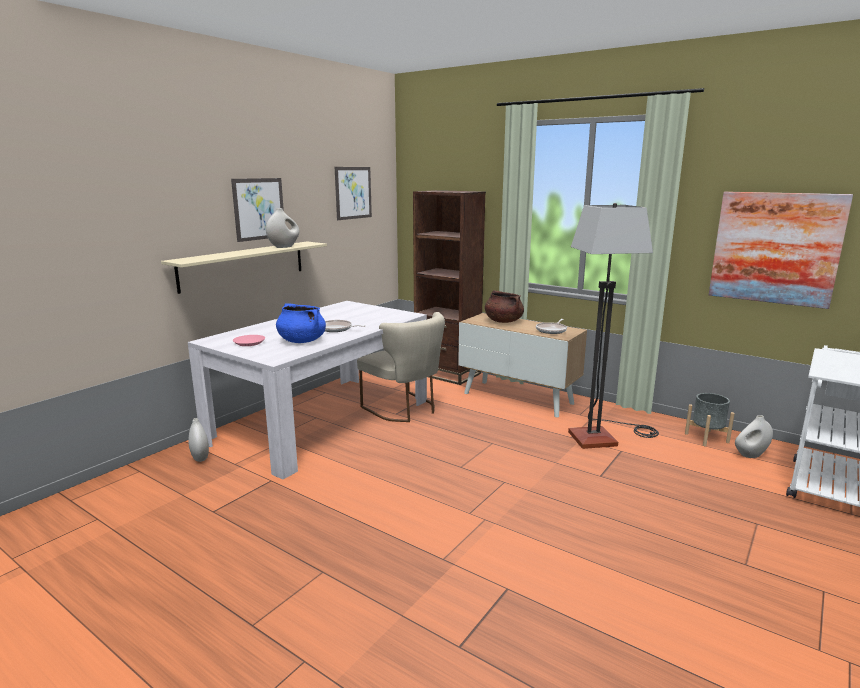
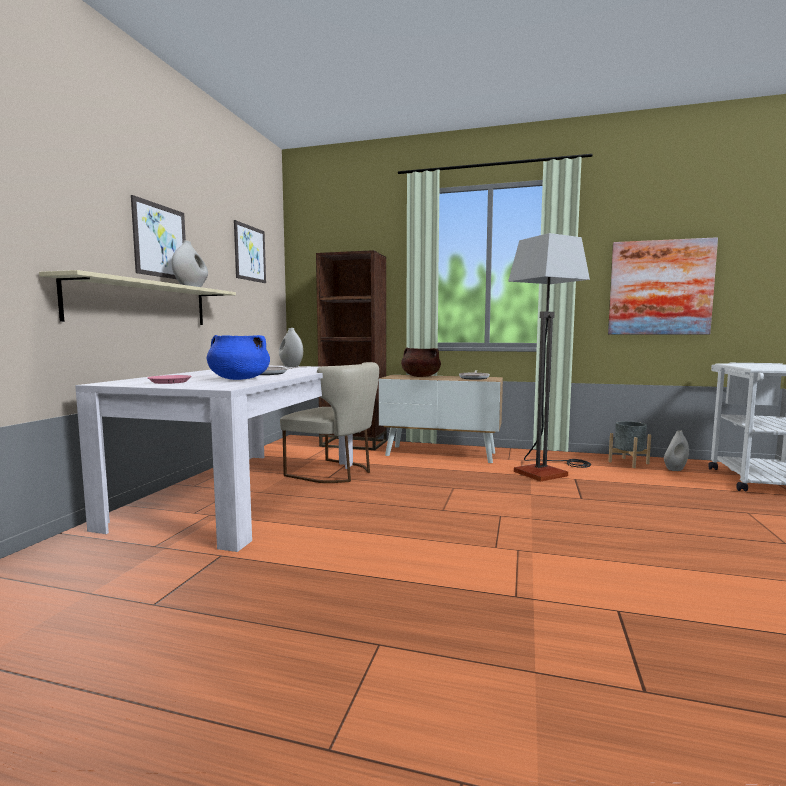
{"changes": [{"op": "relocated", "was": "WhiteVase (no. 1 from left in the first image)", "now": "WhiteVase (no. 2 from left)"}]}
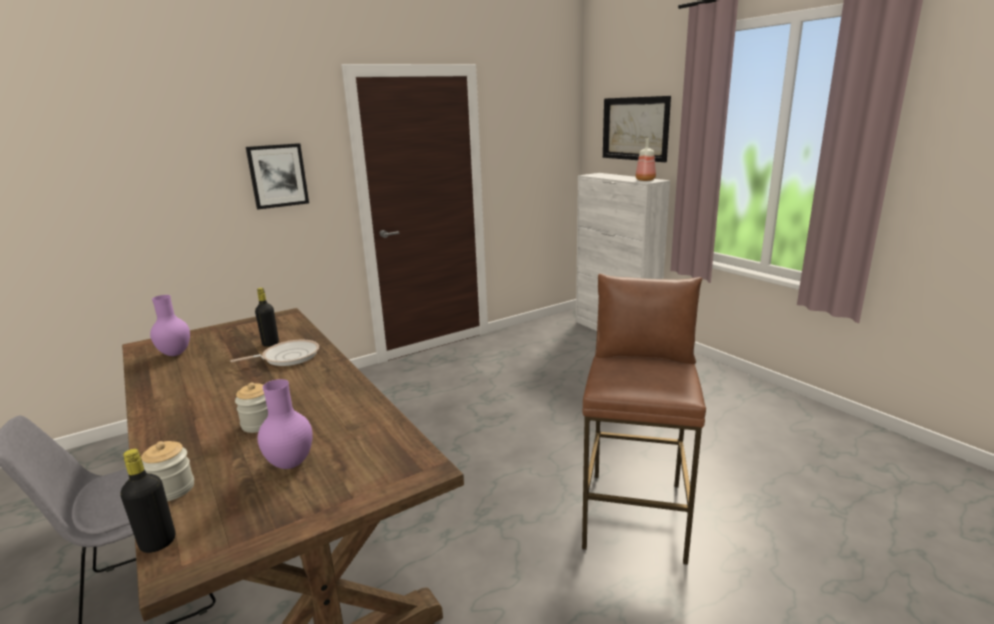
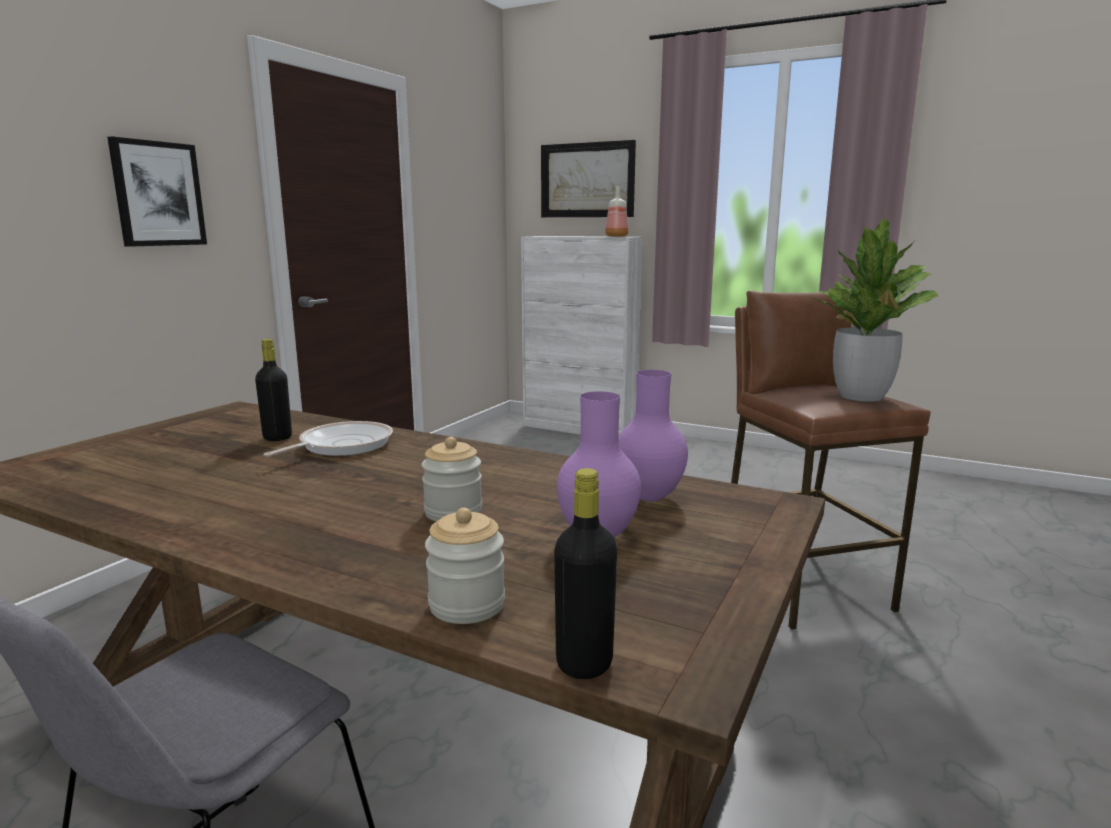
{"changes": [{"op": "relocated", "was": "PurpleVase (no. 1 from left in the first image)", "now": "PurpleVase (no. 2 from left)"}, {"op": "appeared", "now": "PottedPlant"}]}
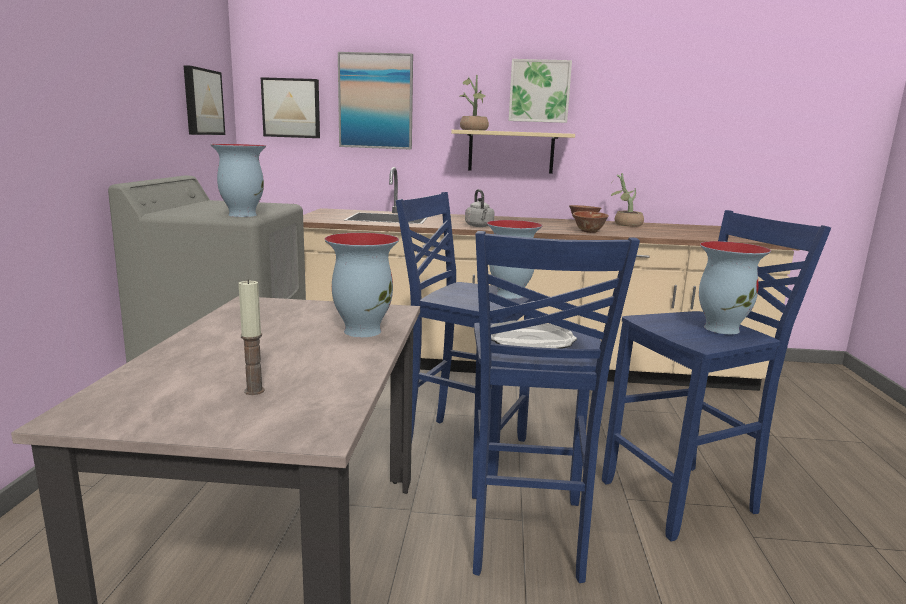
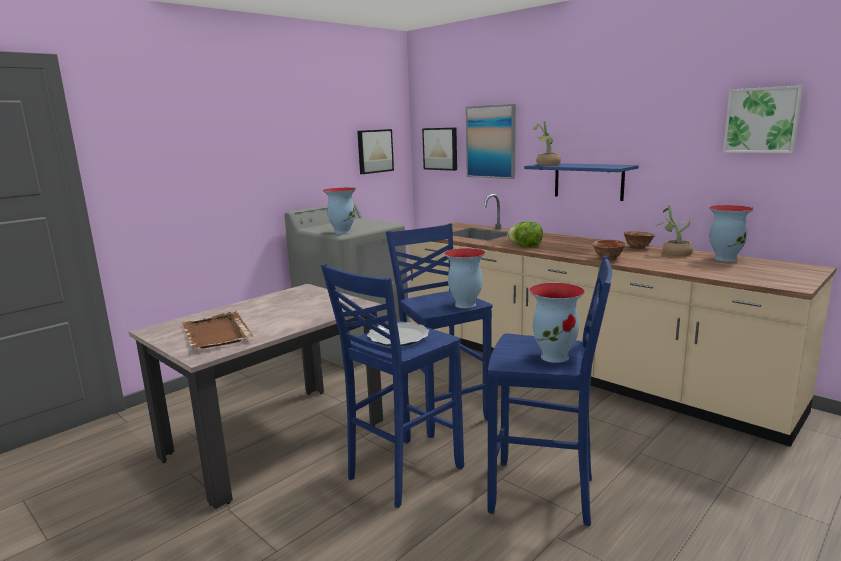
{"changes": [{"op": "exchanged", "was": "Candle", "now": "BrownTray"}, {"op": "relocated", "was": "Vase (no. 2 from left in the first image)", "now": "Vase (no. 4 from left)"}, {"op": "colour", "was": "BeigeShelf", "now": "BlueShelf"}, {"op": "exchanged", "was": "GreyKettle", "now": "Lettuce"}, {"op": "relocated", "was": "Picture (no. 4 from left)"}]}
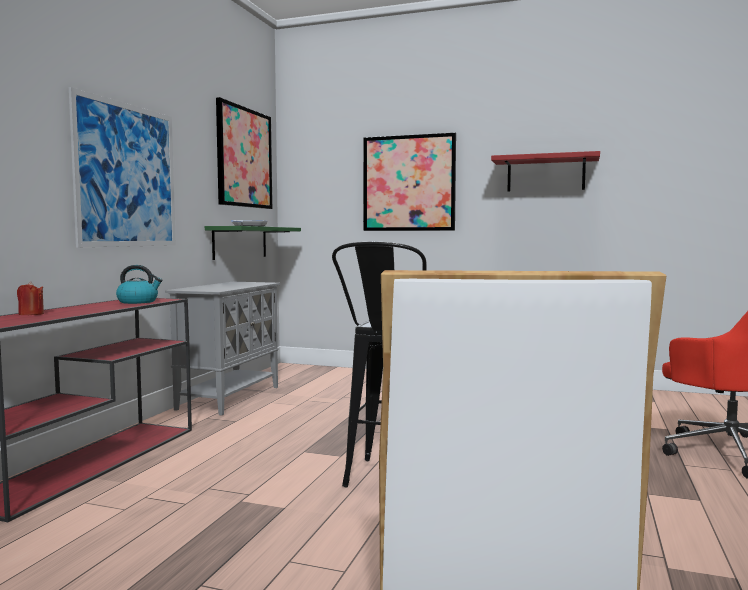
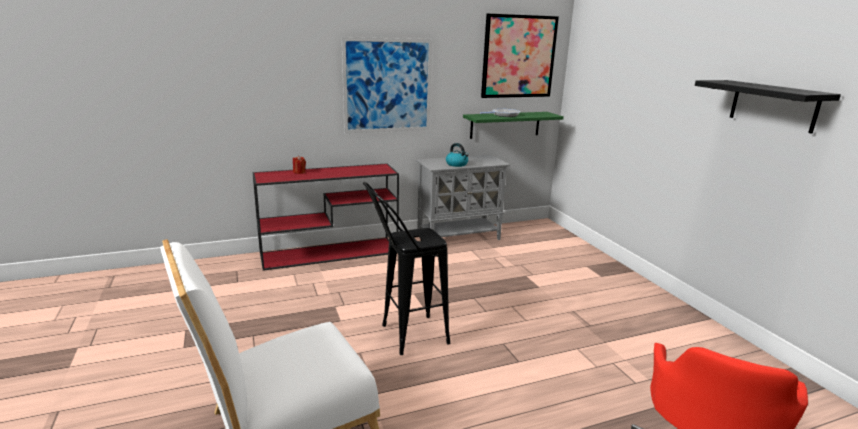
{"changes": [{"op": "relocated", "was": "Kettle"}, {"op": "missing", "was": "Picture (no. 3 from left)"}, {"op": "colour", "was": "RedShelf", "now": "BlackShelf"}]}
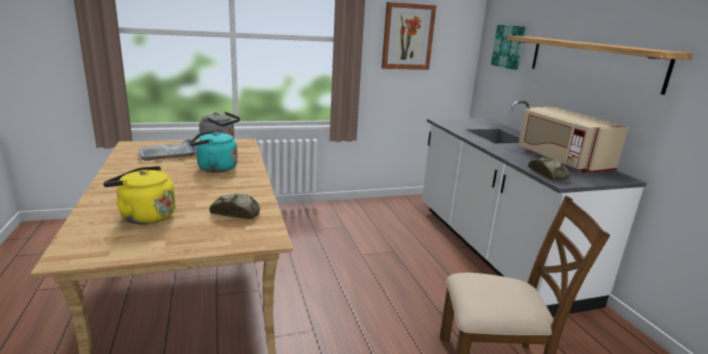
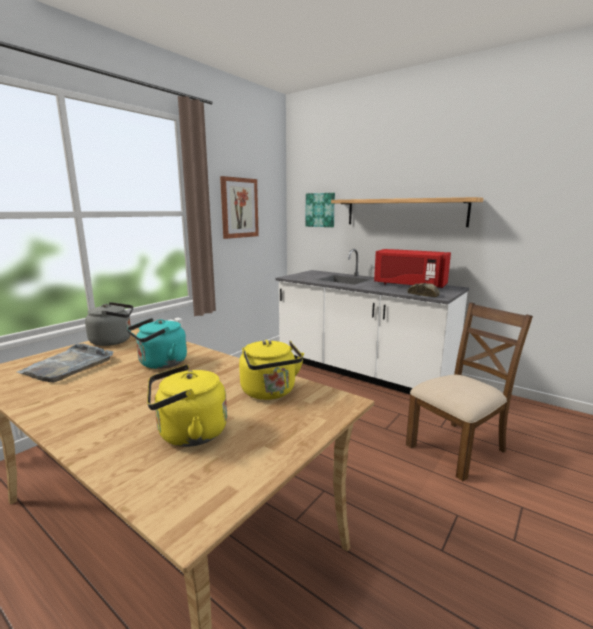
{"changes": [{"op": "exchanged", "was": "Bread (no. 1 from left)", "now": "YellowKettle (no. 2 from left)"}, {"op": "colour", "was": "BeigeMicrowave", "now": "RedMicrowave"}]}
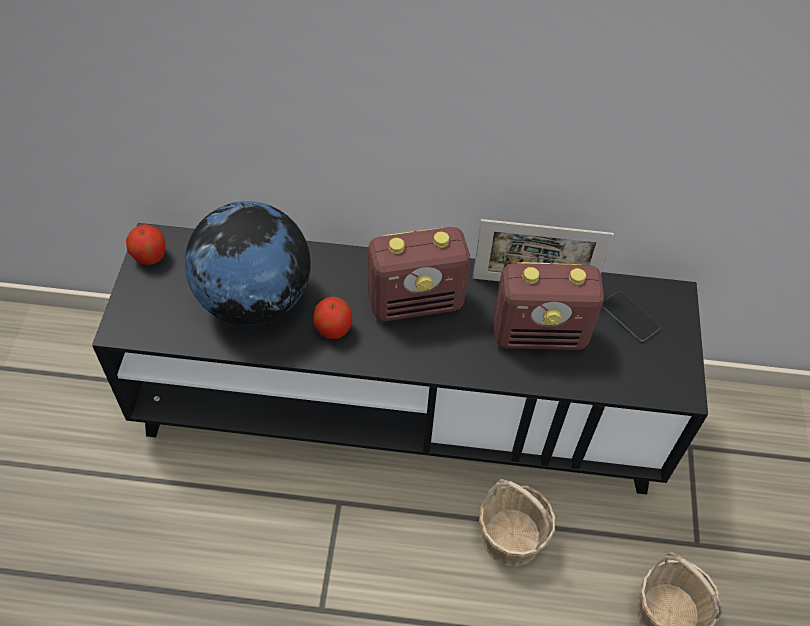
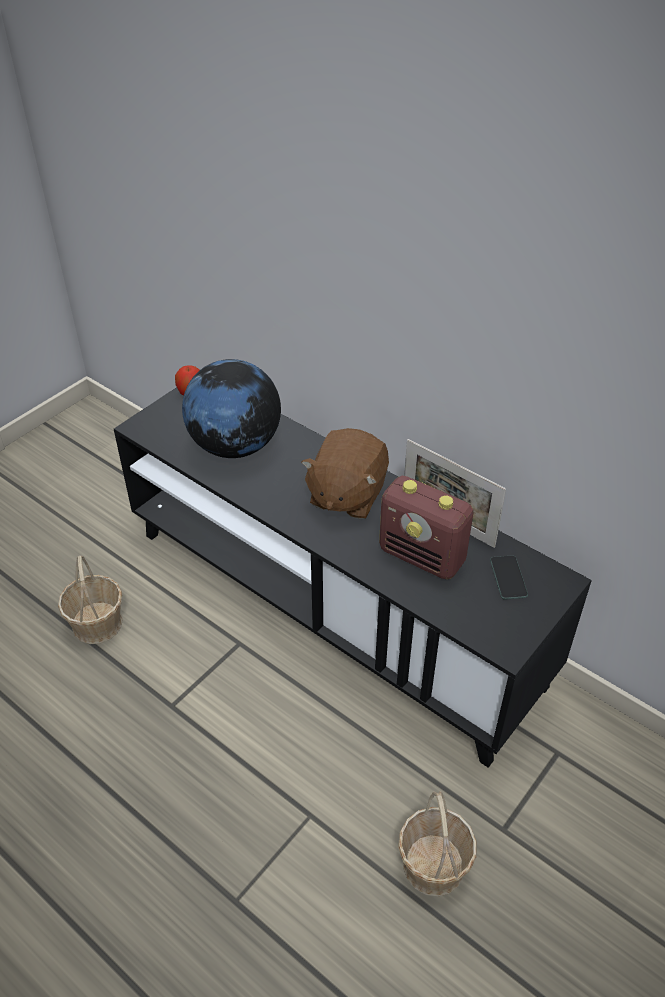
{"changes": [{"op": "missing", "was": "Apple (no. 2 from left)"}, {"op": "exchanged", "was": "Radio (no. 1 from left)", "now": "BrownPlushToy"}, {"op": "relocated", "was": "Basket (no. 1 from left)"}]}
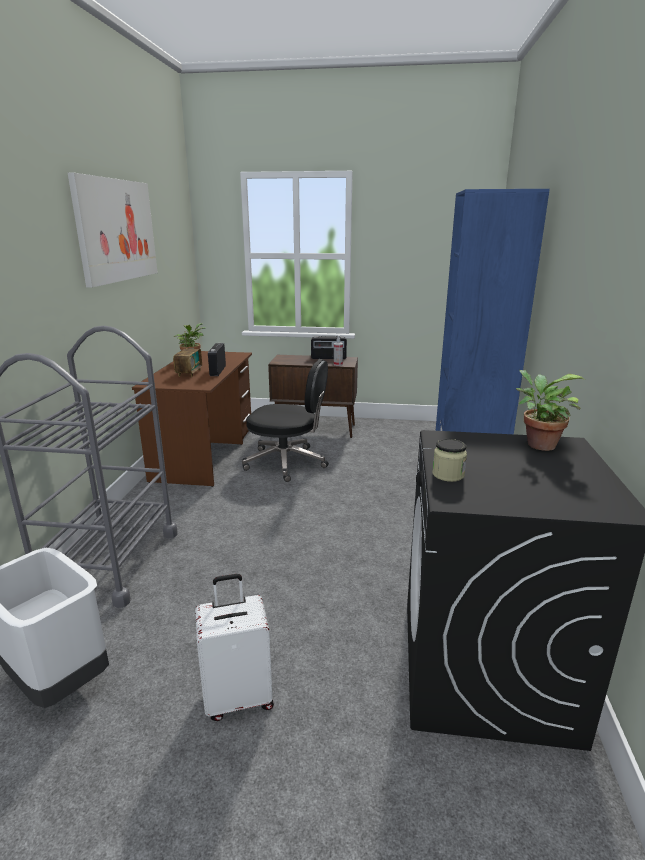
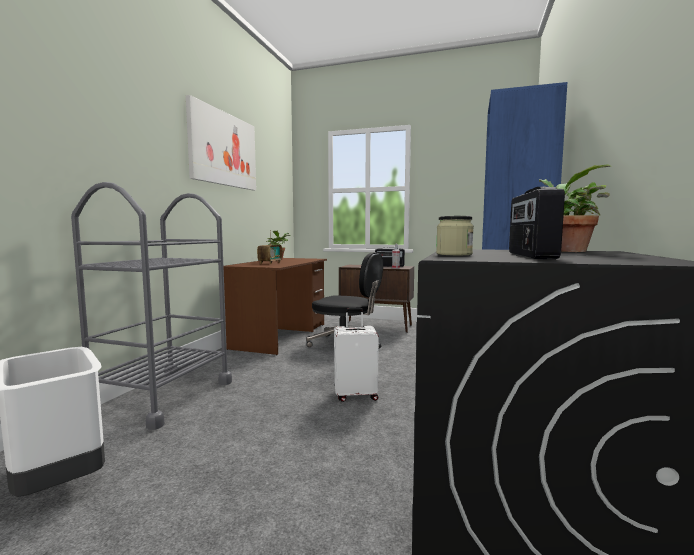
{"changes": [{"op": "relocated", "was": "WhiteSuitcase"}, {"op": "relocated", "was": "Radio (no. 2 from left in the first image)", "now": "Radio (no. 3 from left)"}]}
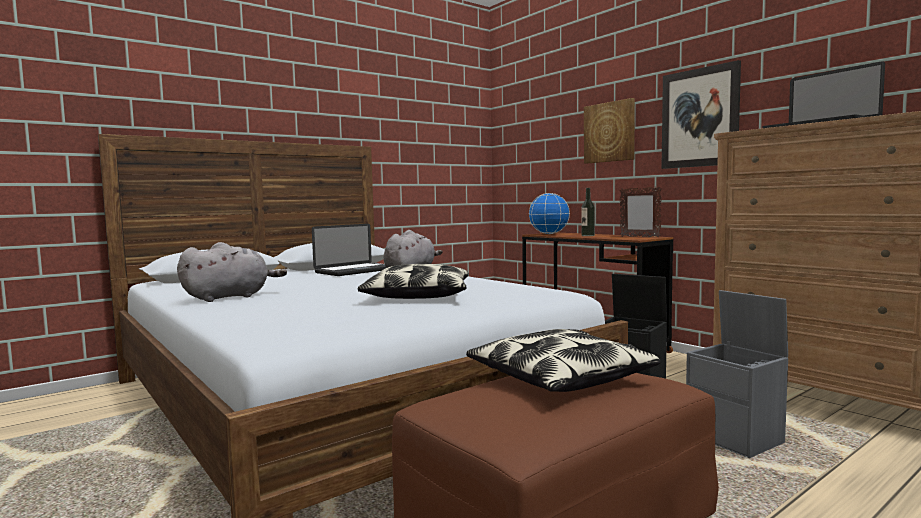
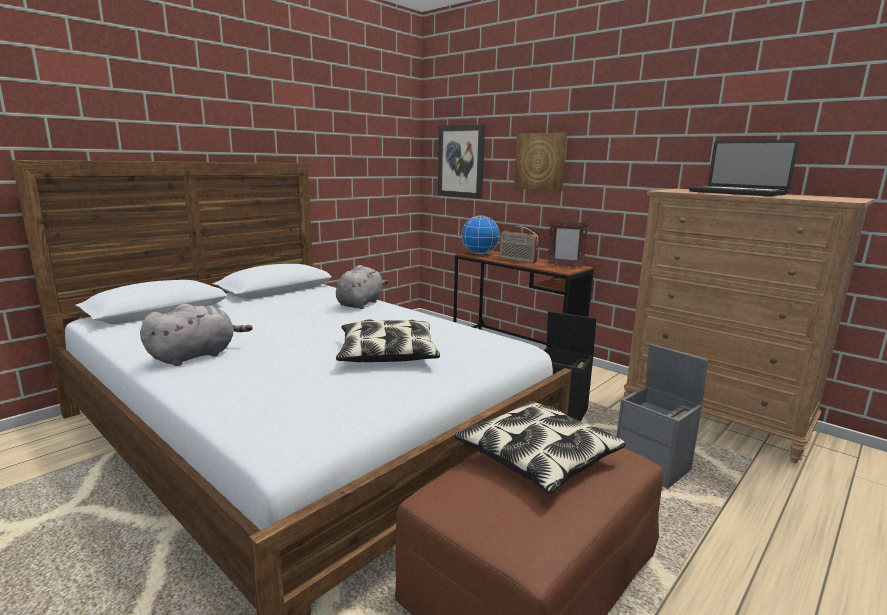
{"changes": [{"op": "missing", "was": "Laptop (no. 1 from left)"}, {"op": "exchanged", "was": "Bottle", "now": "Radio"}, {"op": "relocated", "was": "Picture (no. 2 from left in the first image)", "now": "Picture (no. 1 from left)"}]}
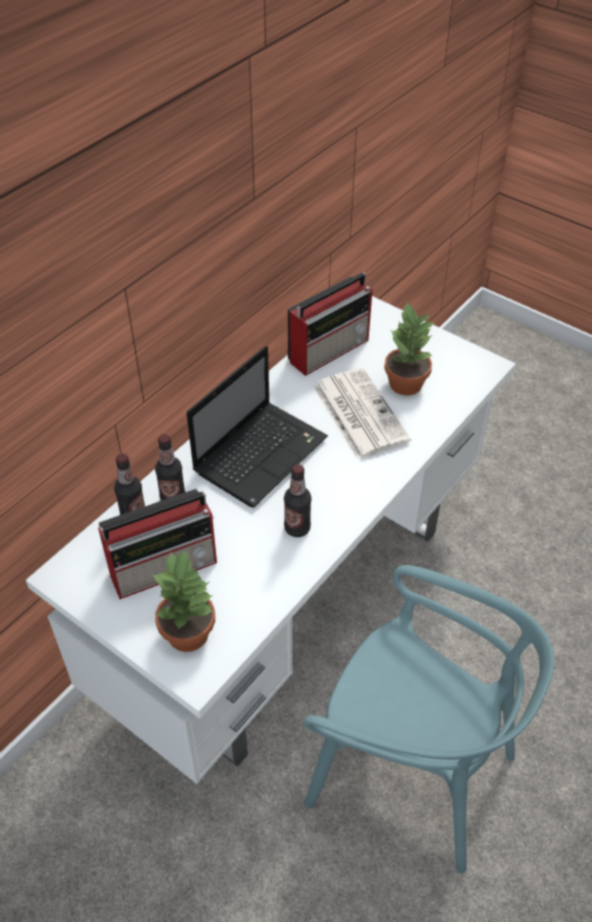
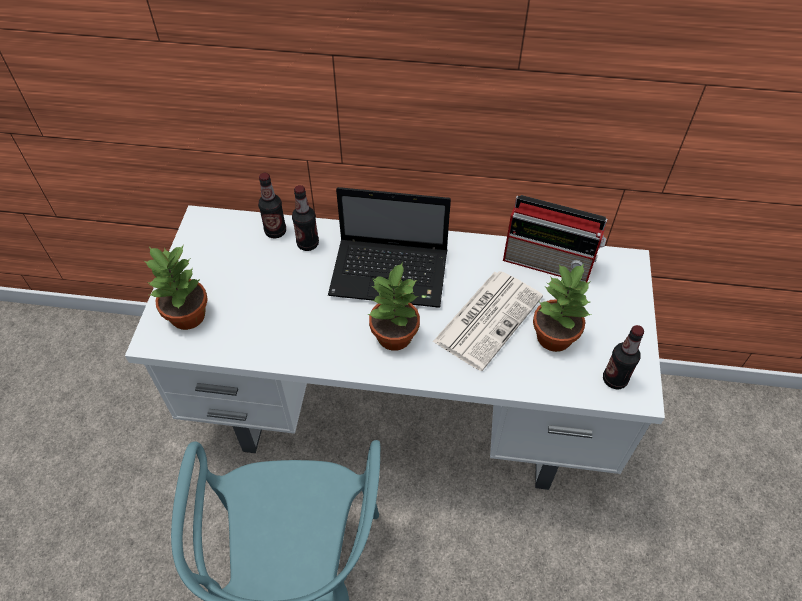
{"changes": [{"op": "missing", "was": "Radio (no. 1 from left)"}, {"op": "relocated", "was": "Bottle (no. 3 from left)"}, {"op": "appeared", "now": "PottedPlant (no. 2 from left)"}]}
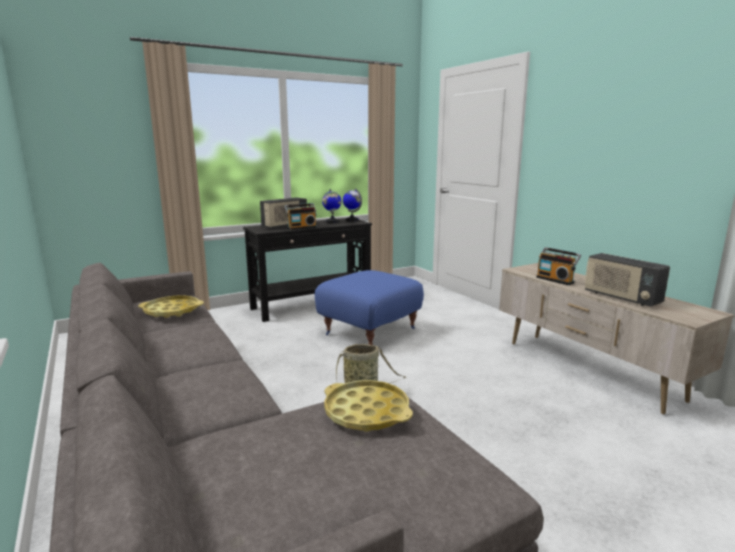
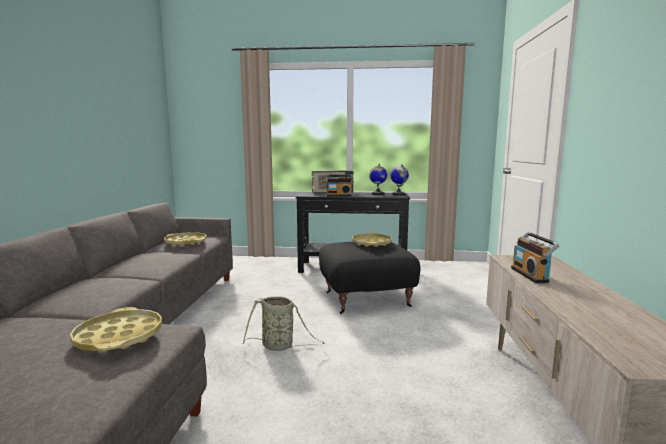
{"changes": [{"op": "colour", "was": "BlueOttoman", "now": "BlackOttoman"}, {"op": "missing", "was": "Radio (no. 4 from left)"}, {"op": "appeared", "now": "YellowTray (no. 3 from left)"}]}
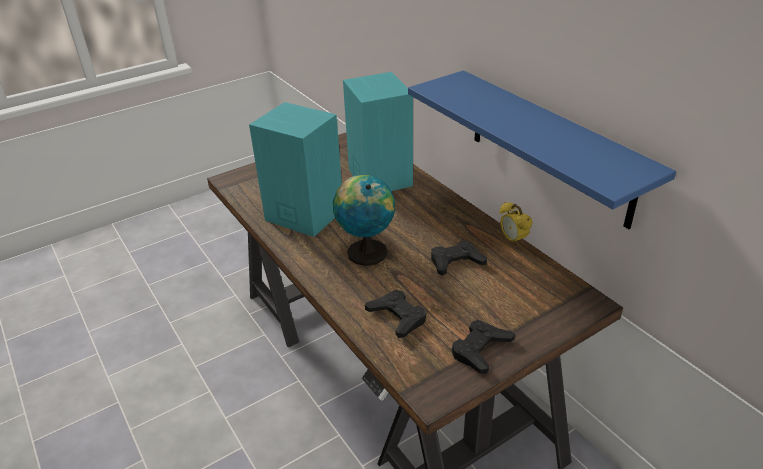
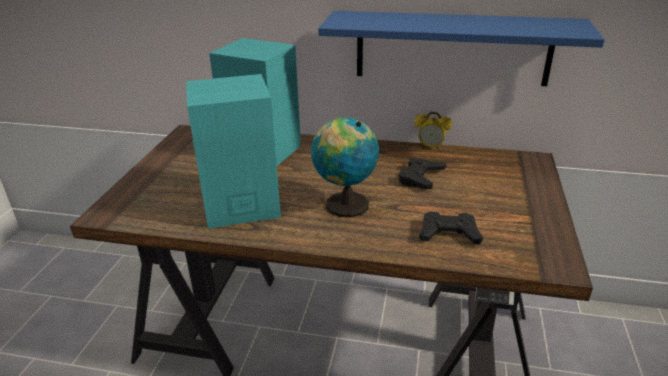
{"changes": [{"op": "missing", "was": "BlackGameController (no. 3 from left)"}]}
